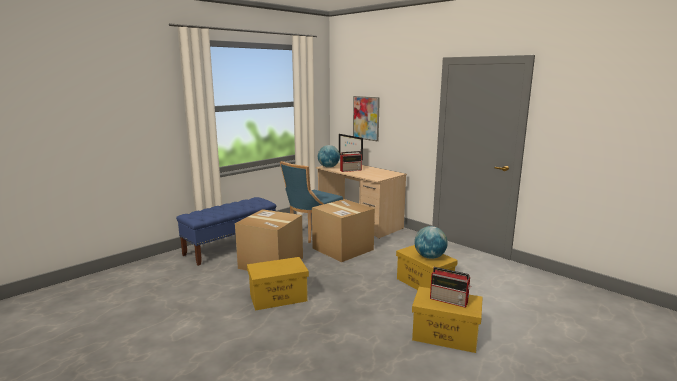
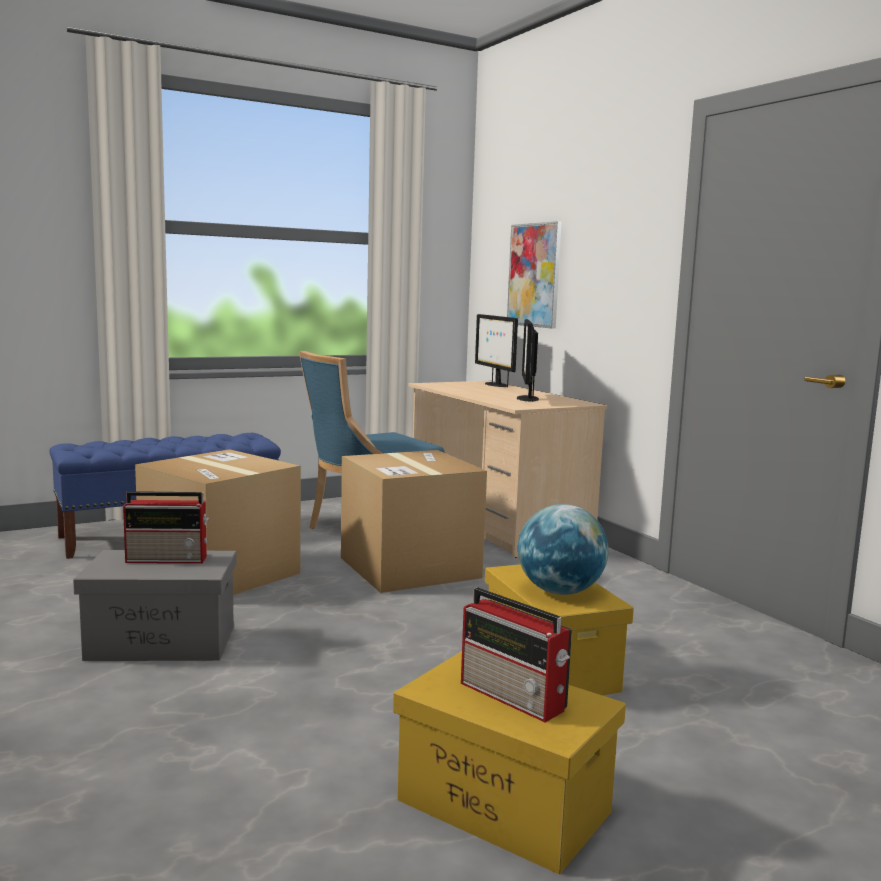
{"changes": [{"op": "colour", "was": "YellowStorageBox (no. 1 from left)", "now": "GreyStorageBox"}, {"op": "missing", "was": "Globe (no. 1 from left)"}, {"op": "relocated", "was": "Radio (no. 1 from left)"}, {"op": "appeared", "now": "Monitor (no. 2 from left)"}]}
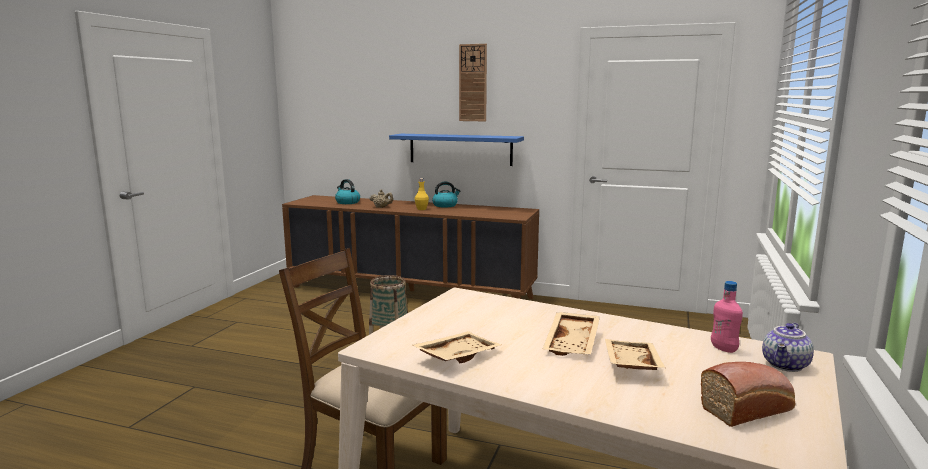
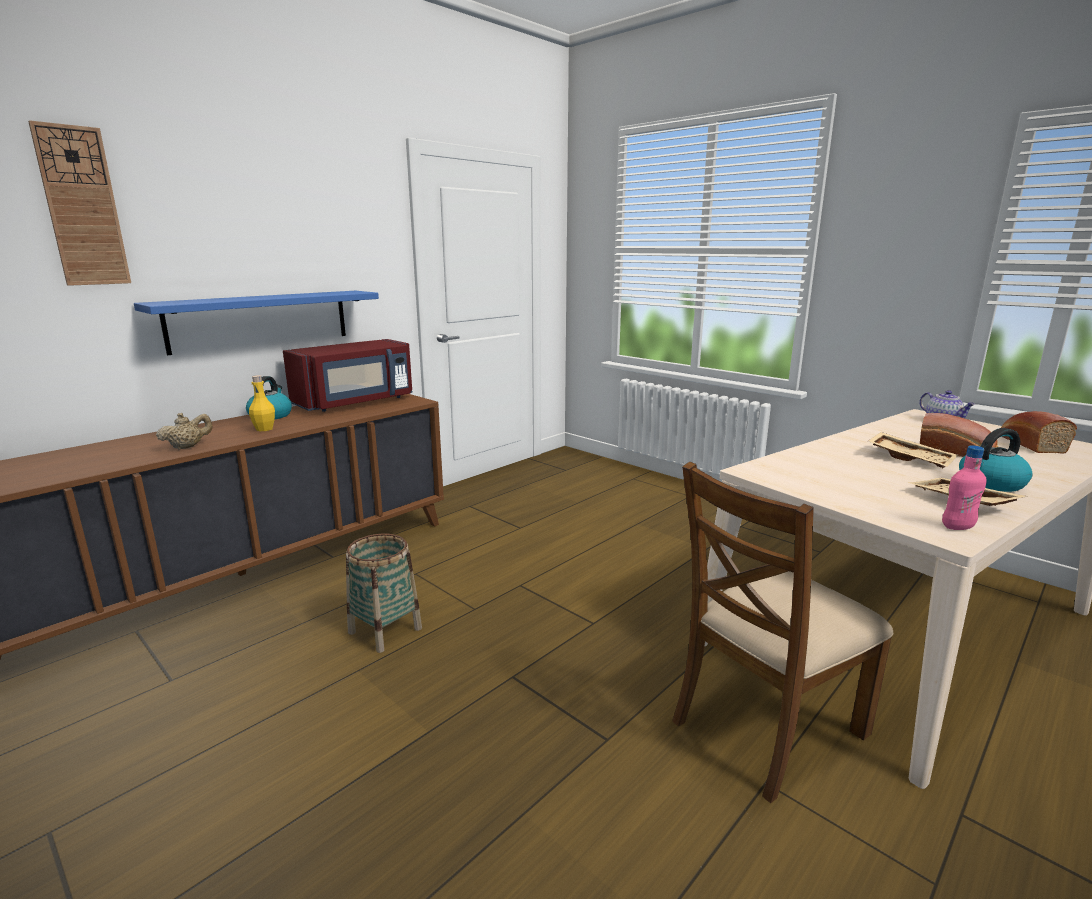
{"changes": [{"op": "relocated", "was": "Kettle (no. 1 from left in the first image)", "now": "Kettle (no. 2 from left)"}, {"op": "relocated", "was": "WallClock"}, {"op": "exchanged", "was": "BeigeTray (no. 3 from left)", "now": "Bread (no. 1 from left)"}, {"op": "relocated", "was": "PinkBottle"}, {"op": "appeared", "now": "RedMicrowave"}]}
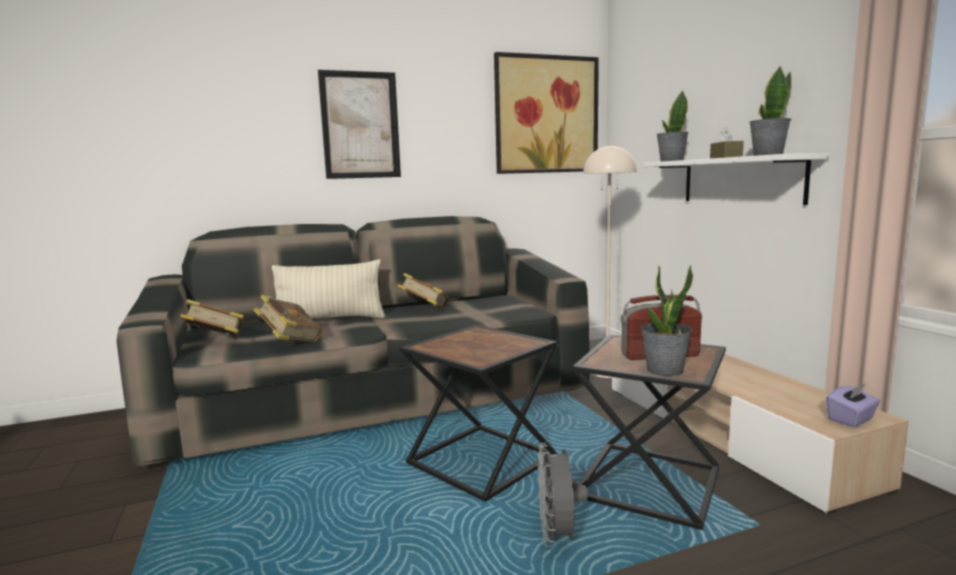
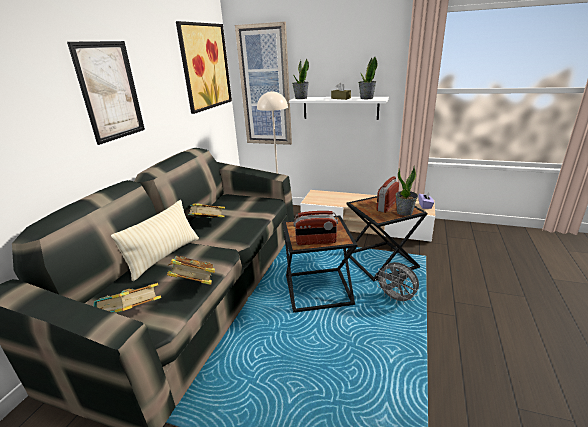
{"changes": [{"op": "appeared", "now": "Picture (no. 3 from left)"}, {"op": "appeared", "now": "Radio (no. 1 from left)"}]}
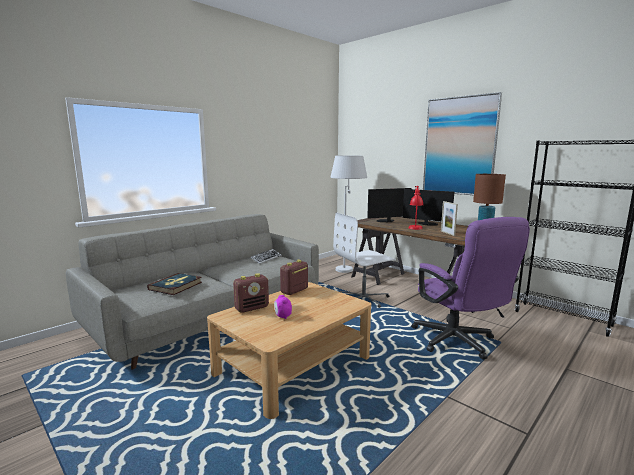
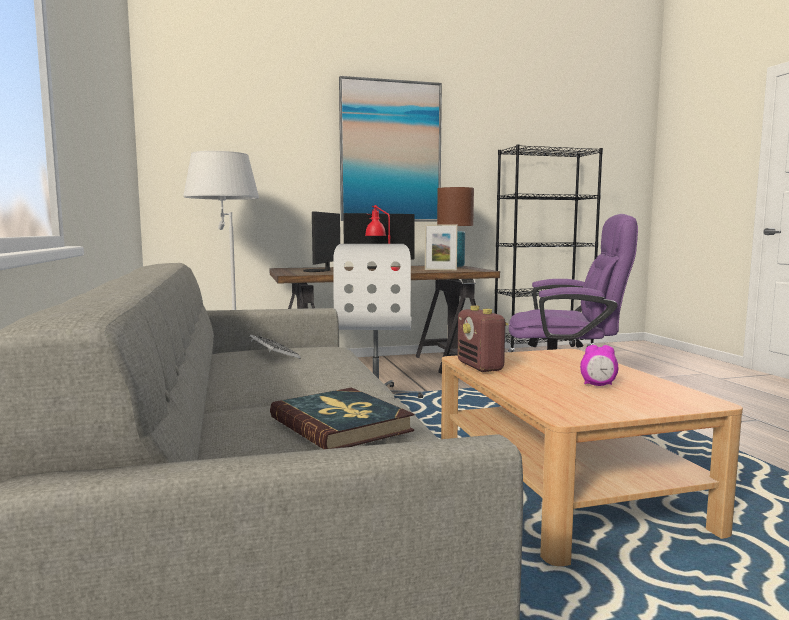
{"changes": [{"op": "missing", "was": "Radio (no. 1 from left)"}]}
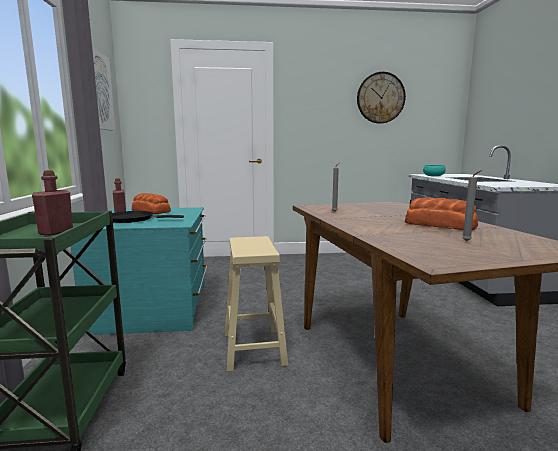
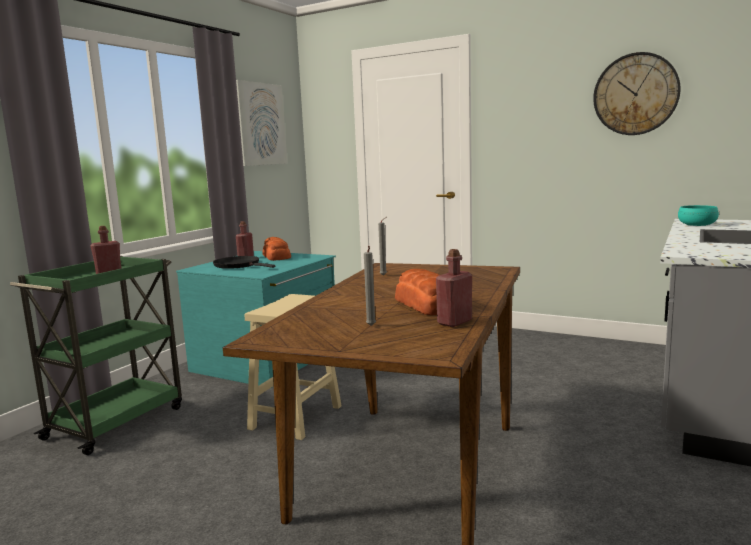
{"changes": [{"op": "appeared", "now": "RedBottle (no. 3 from left)"}]}
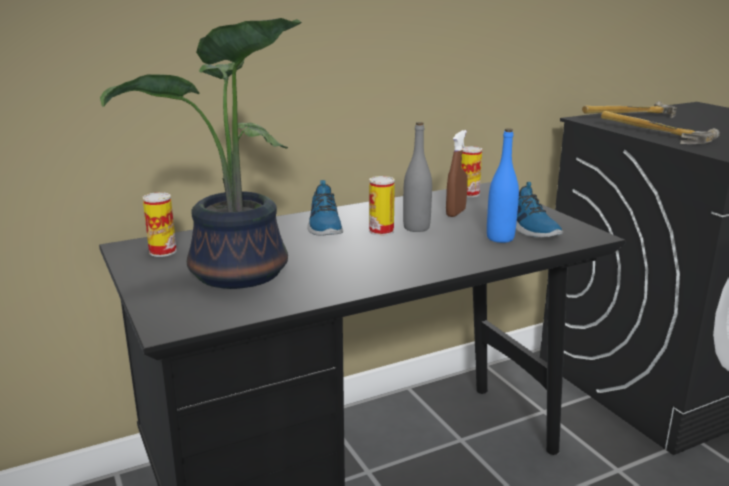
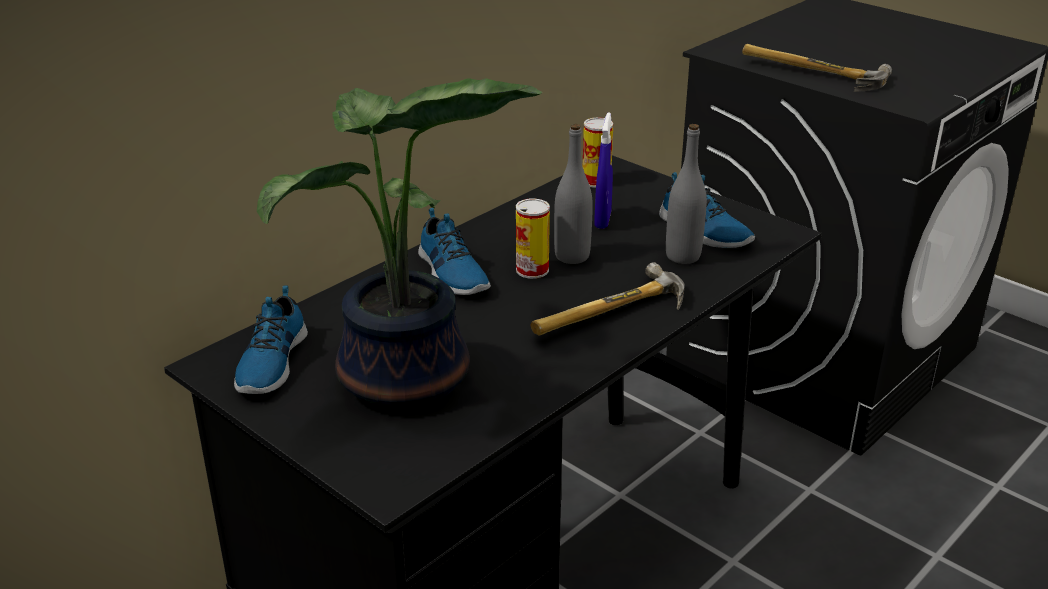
{"changes": [{"op": "exchanged", "was": "Can (no. 1 from left)", "now": "Shoe (no. 1 from left)"}, {"op": "colour", "was": "BrownSprayBottle", "now": "BlueSprayBottle"}, {"op": "colour", "was": "BlueBottle", "now": "GreyBottle (no. 2 from left)"}, {"op": "relocated", "was": "Hammer (no. 1 from left)"}]}
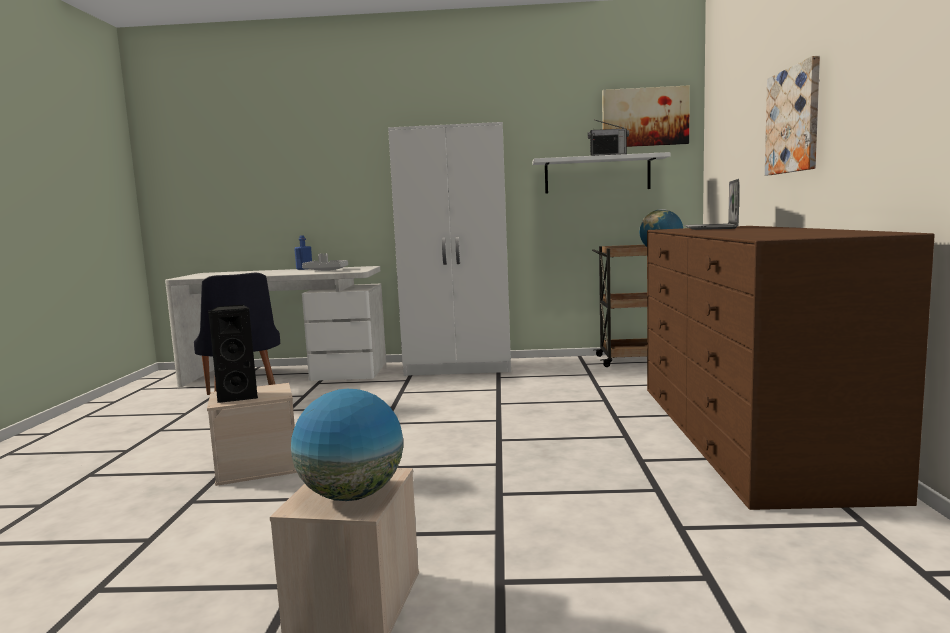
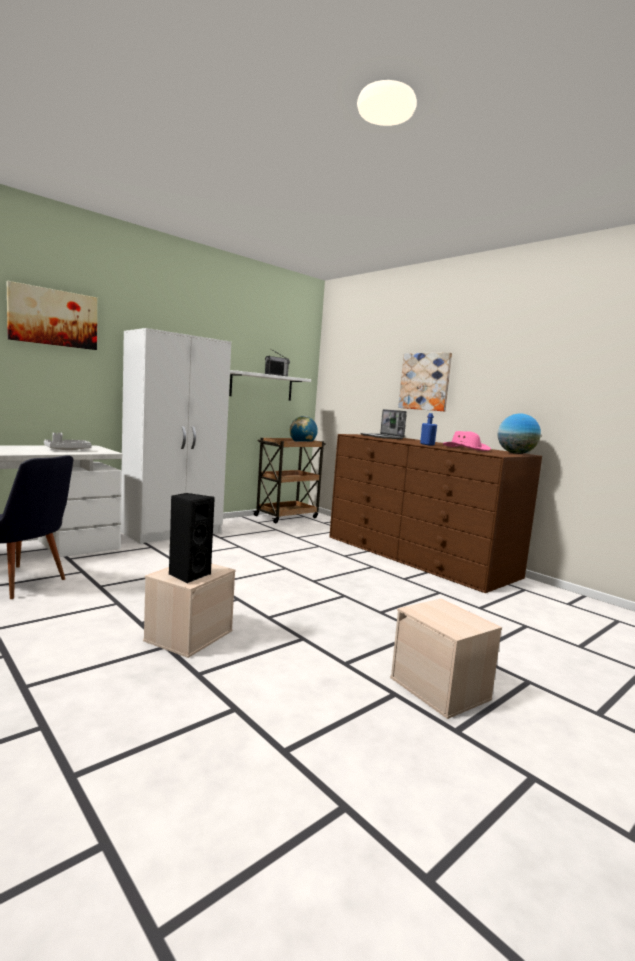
{"changes": [{"op": "relocated", "was": "Globe (no. 1 from left in the first image)", "now": "Globe (no. 2 from left)"}, {"op": "relocated", "was": "BlueBottle"}, {"op": "relocated", "was": "Picture (no. 1 from left)"}, {"op": "appeared", "now": "PinkHat"}]}
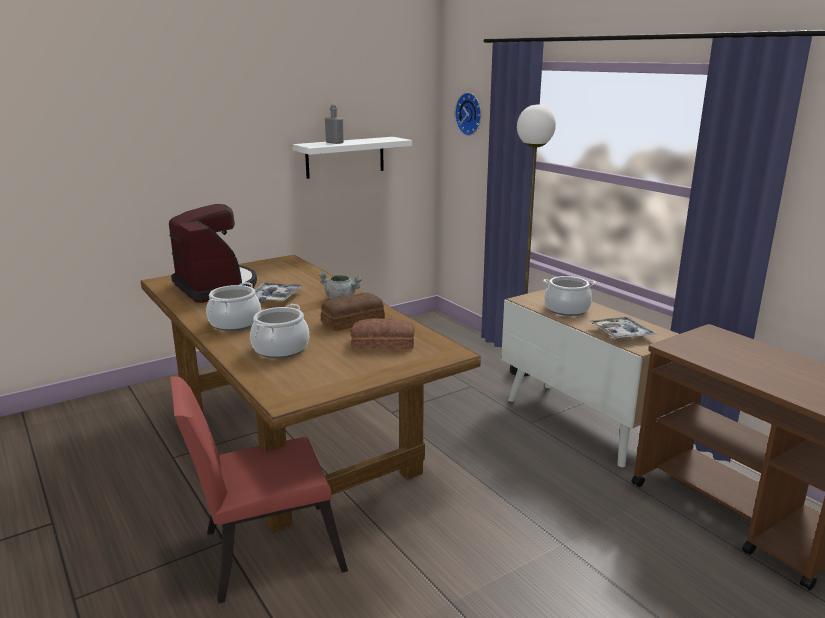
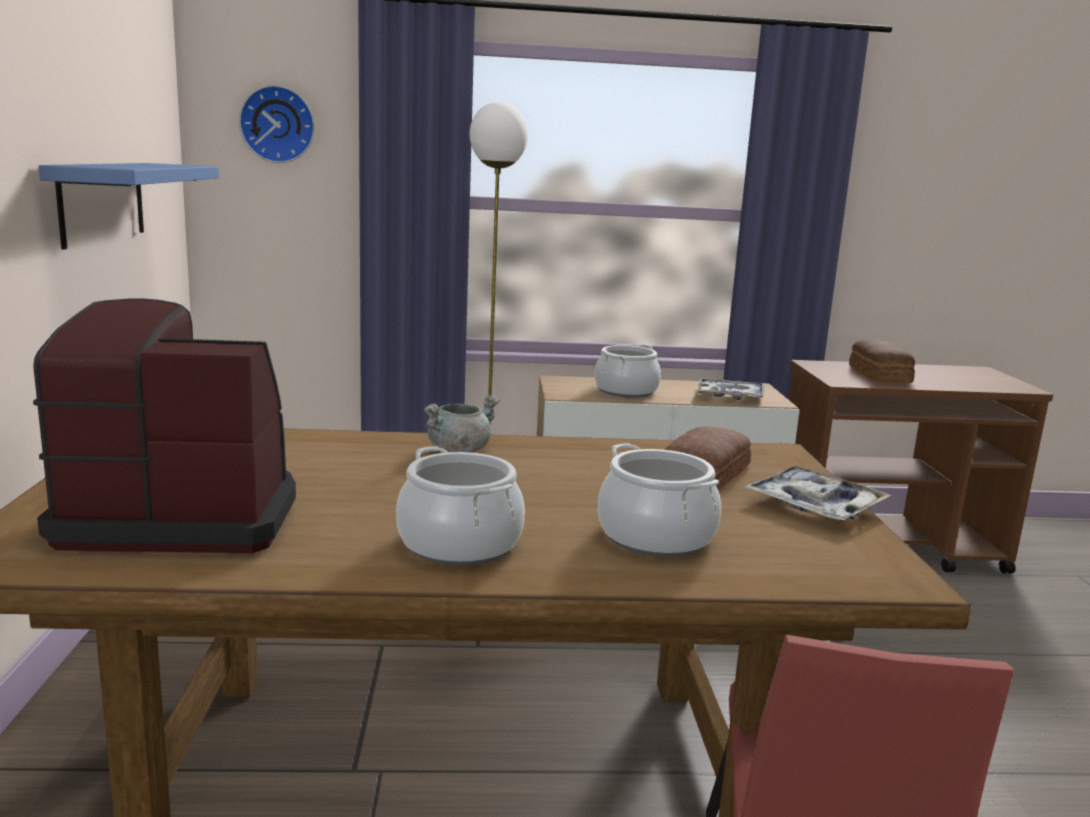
{"changes": [{"op": "relocated", "was": "Tray (no. 1 from left in the first image)", "now": "Tray (no. 2 from left)"}, {"op": "colour", "was": "WhiteShelf", "now": "BlueShelf"}, {"op": "relocated", "was": "Bread (no. 1 from left in the first image)", "now": "Bread (no. 2 from left)"}, {"op": "missing", "was": "GreyBottle"}]}
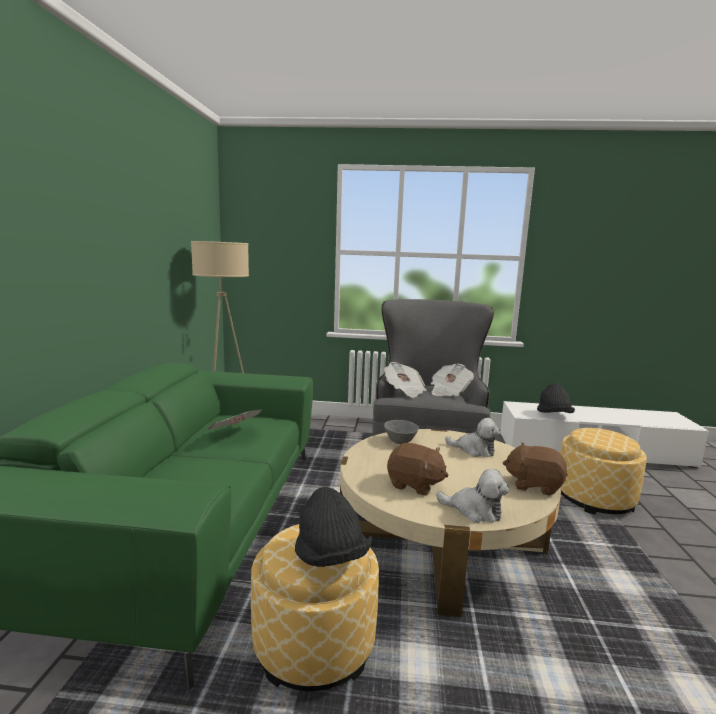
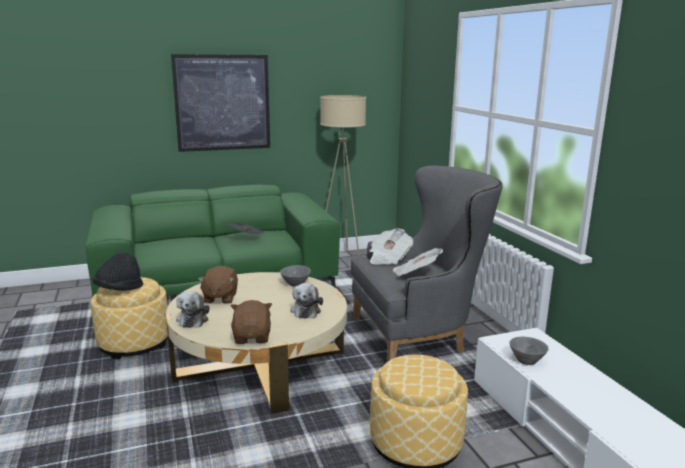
{"changes": [{"op": "exchanged", "was": "BlackHat (no. 2 from left)", "now": "GreyBowl (no. 2 from left)"}, {"op": "appeared", "now": "Picture"}]}
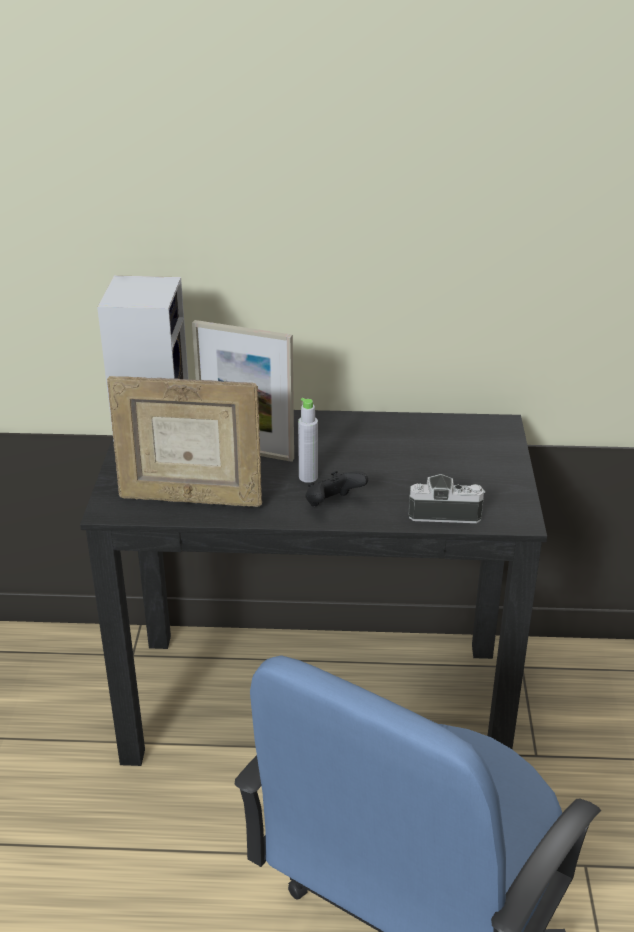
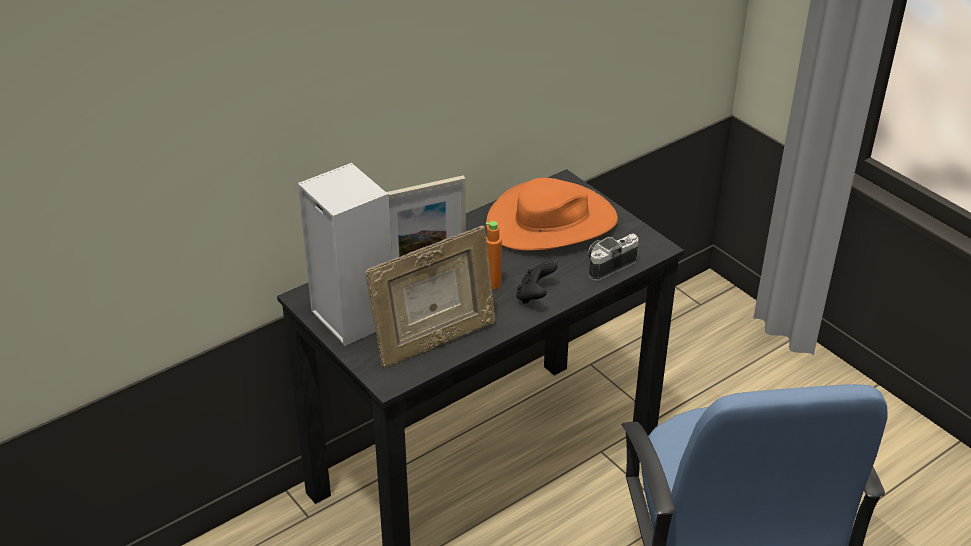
{"changes": [{"op": "colour", "was": "GreyBottle", "now": "OrangeBottle"}, {"op": "appeared", "now": "OrangeHat"}]}
